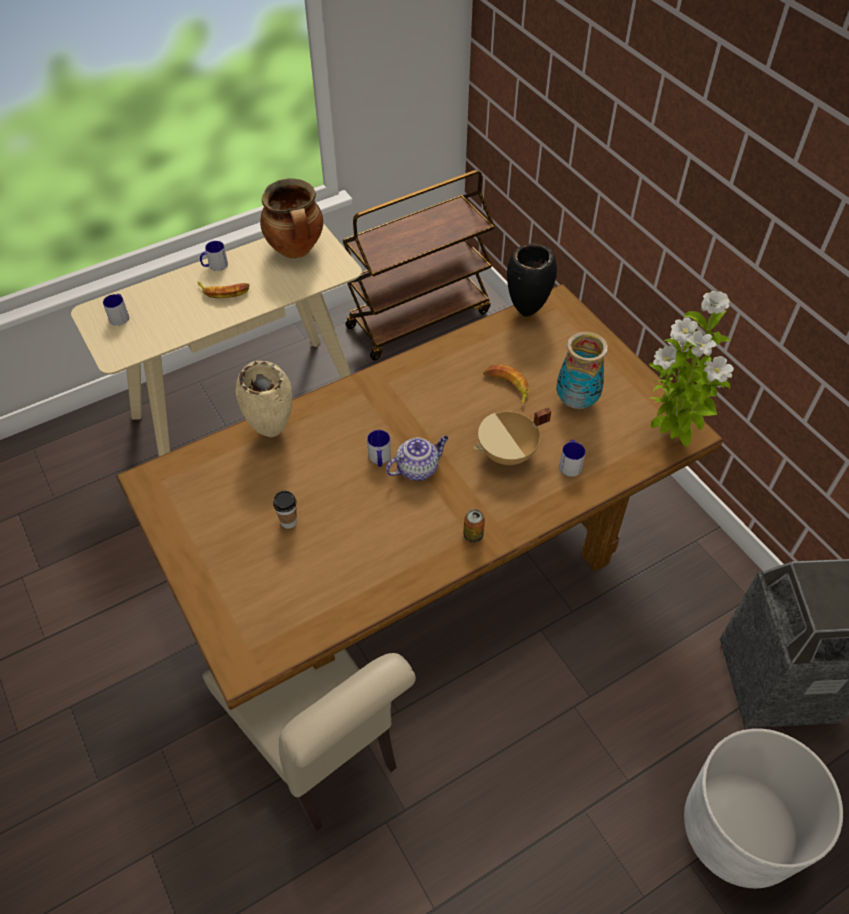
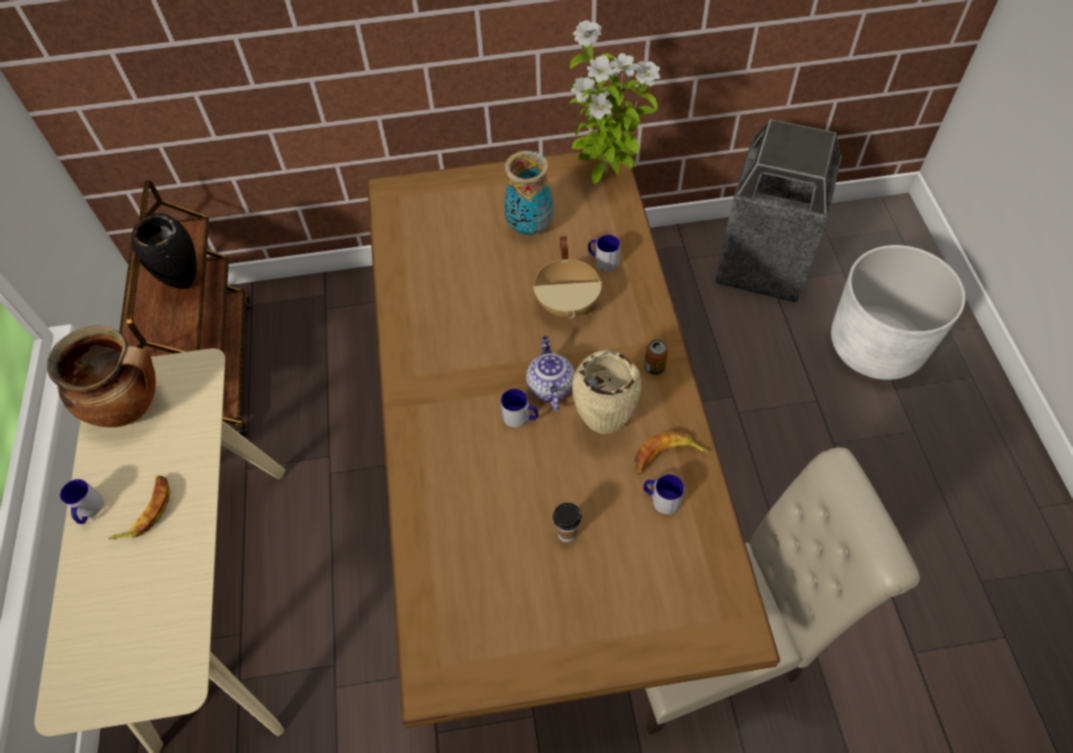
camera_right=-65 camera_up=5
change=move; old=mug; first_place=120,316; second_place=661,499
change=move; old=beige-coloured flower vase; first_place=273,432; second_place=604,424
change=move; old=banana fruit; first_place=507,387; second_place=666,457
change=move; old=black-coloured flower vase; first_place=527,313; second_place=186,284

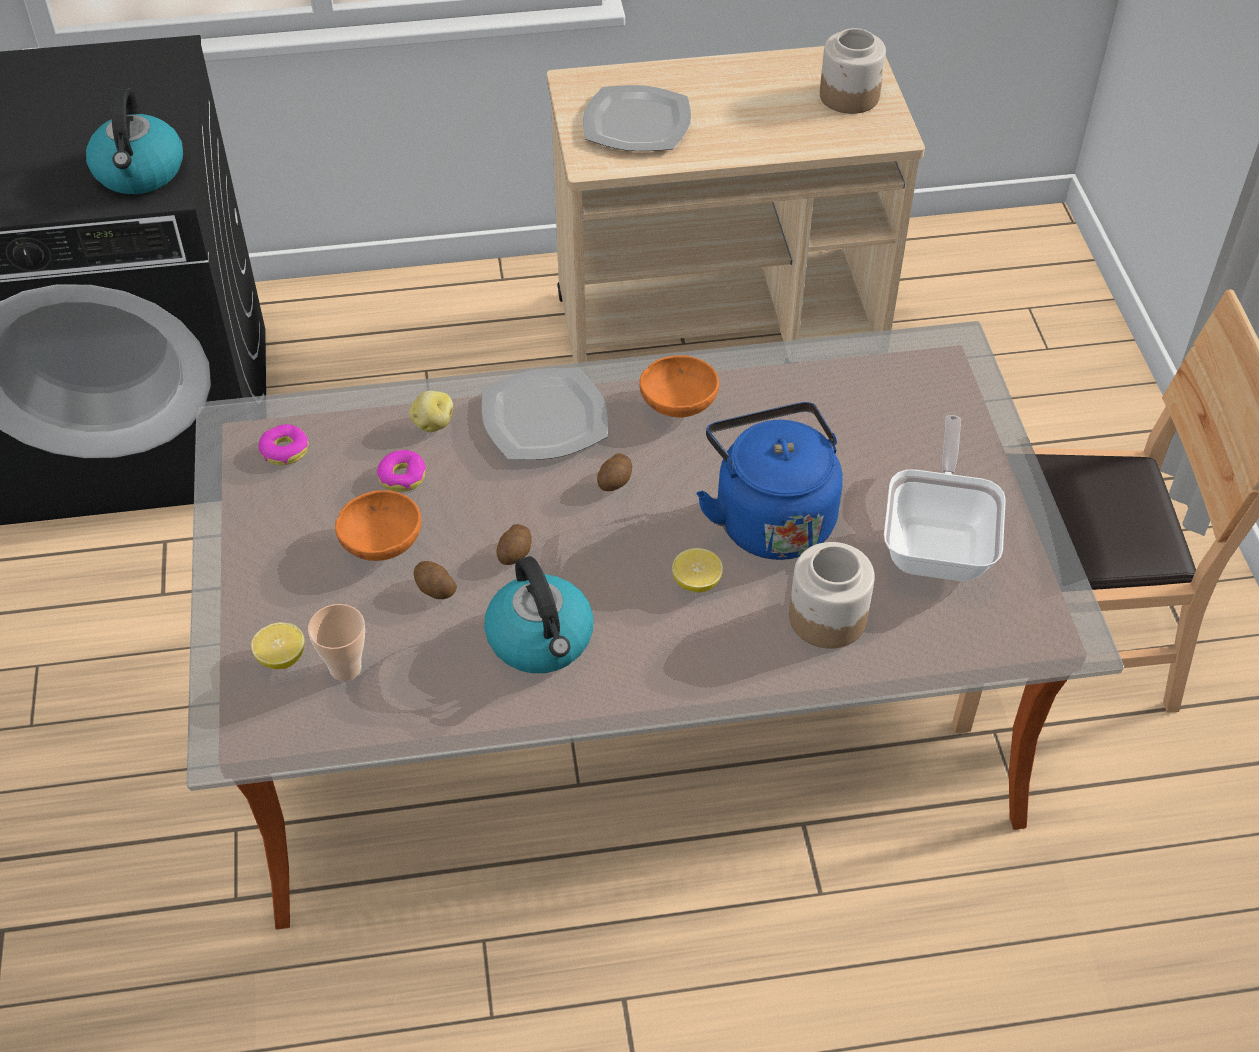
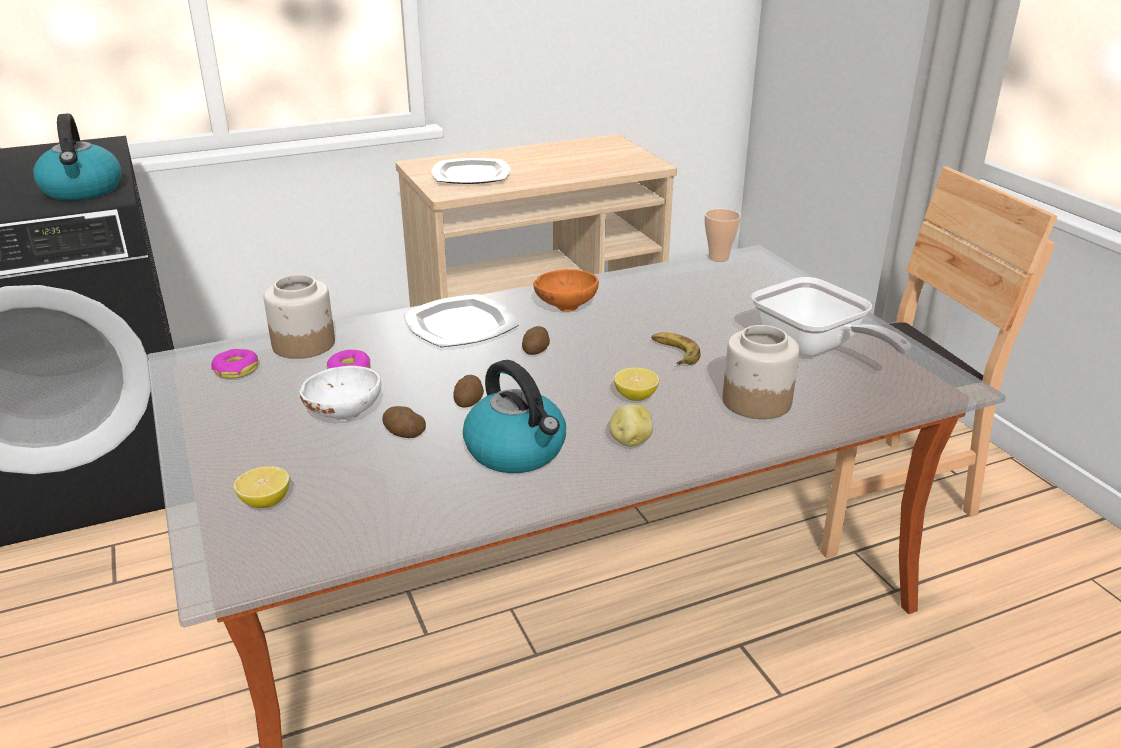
camera_right=-15 camera_up=-20
change=move; old=cup; first_place=345,668; second_place=718,258
change=move; old=whole potato; first_place=432,424; second_place=630,441
change=move; old=storage jar; first_place=850,96; second_place=304,344
change=replace; old=blue water kettle; new=banana fruit; first_place=770,517; second_place=674,353
change=recolor; old=orangey bowl; new=white bowl; first_place=381,543; second_place=343,412
change=rotate; old=skillet; first_place=939,542; second_place=813,349; degrees=150

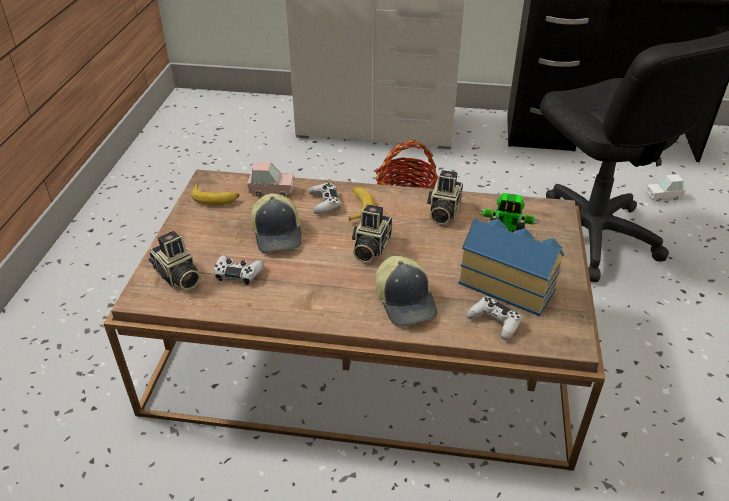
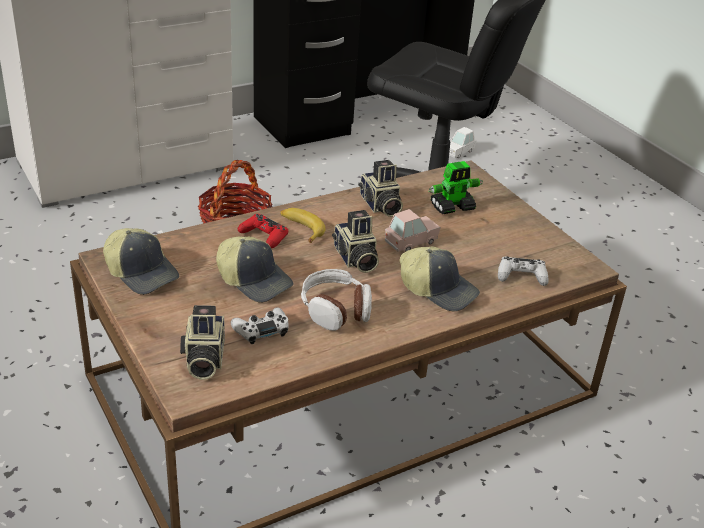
camera_right=-40 camera_up=-5
change=delete; old=miniature house; first_place=507,283
change=insert; new=headphones; second_place=335,309
change=move; old=pinkish model car; first_place=272,190; second_place=411,242
change=replace; old=banana fruit; new=peaked cap; first_place=215,198; second_place=142,273
change=recolor; old=white game controller; new=red game controller; first_place=324,203; second_place=264,236
change=rotate; old=still camera; first_place=177,277; second_place=203,359; degrees=75

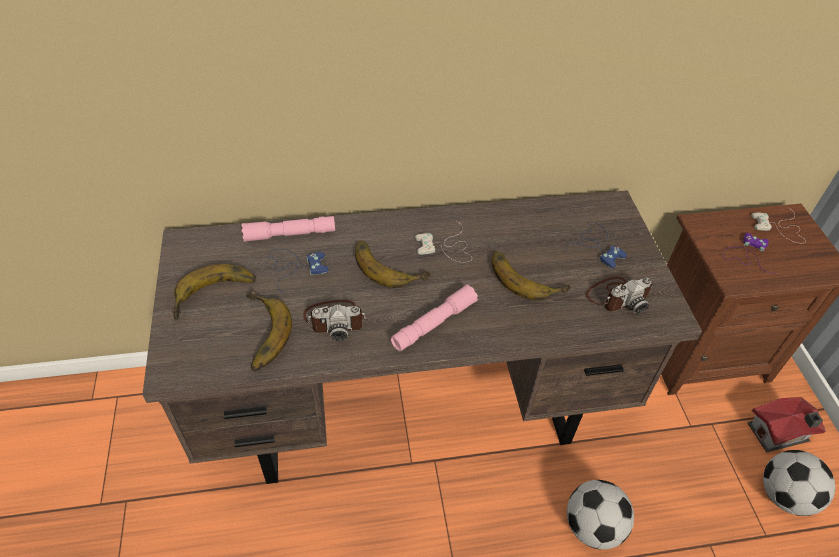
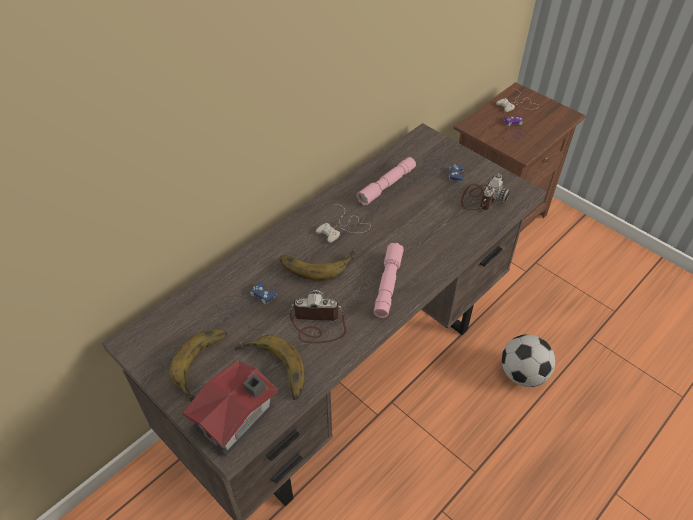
camera_right=-35 camera_up=0
change=delete; old=banana fruit; first_place=526,276
change=delete; old=football ball; first_place=785,496
change=move; old=pinkish flashlight; first_place=290,234; second_place=387,185
change=move; old=miniature house; first_place=779,434; second_place=238,418
change=rotate; old=still camera; first_place=335,319; second_place=317,324; degrees=-135

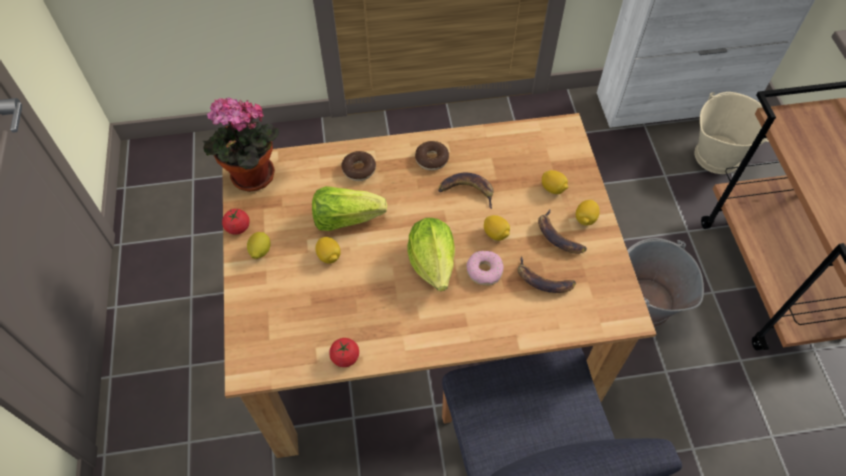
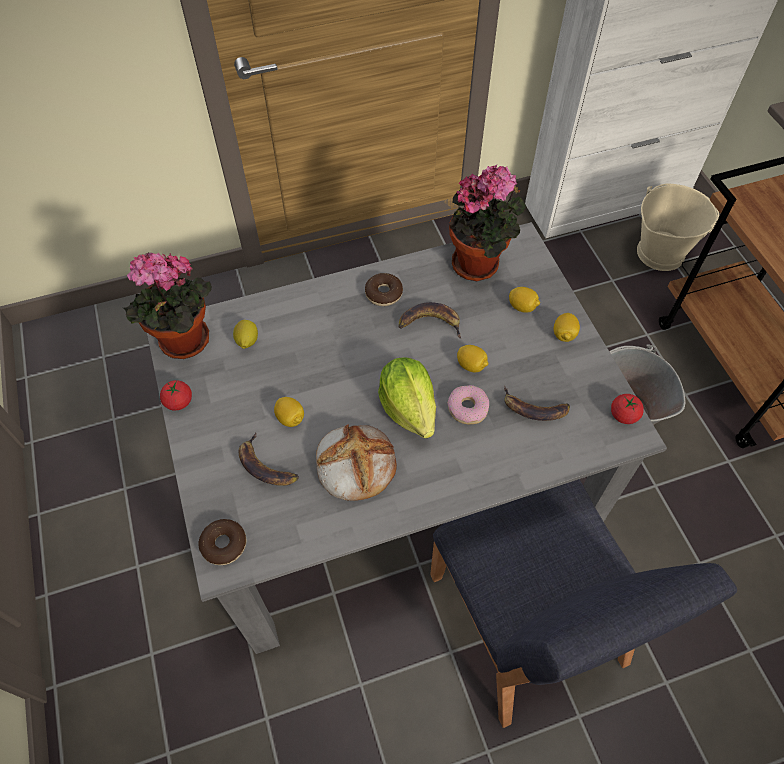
camera_right=-10 camera_up=0
change=delete; old=head of lettuce; first_place=346,218
change=insert; new=bakery bread; second_place=354,464
change=insert; new=houseplant; second_place=479,264
change=move; old=citrus fruit; first_place=260,251; second_place=247,341
change=move; old=fresh tomato; first_place=345,357; second_place=623,415
change=move; old=donut; first_place=359,169; second_place=224,545
change=move; old=banana fruit; first_place=558,236; second_place=265,466
change=recolor; old=brownish kitchen table; new=gray kitchen table; first_place=421,336; second_place=390,490

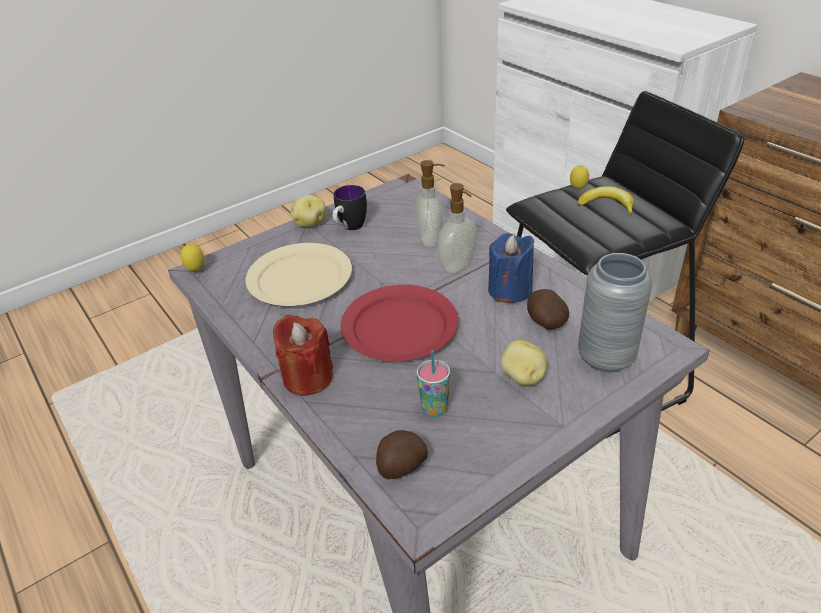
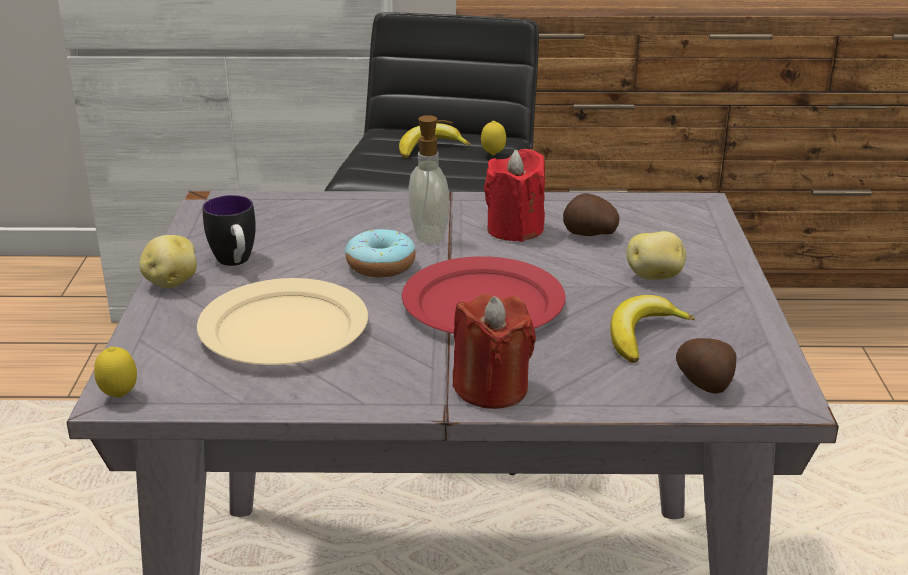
camera_right=-55 camera_up=-10
change=delete; old=liquid soap bottle; first_place=431,240
change=delete; old=gray flower vase; first_place=605,358
change=insert; new=donut; second_place=380,265
change=move; old=citrus fruit; first_place=578,189; second_place=493,155
change=replace; old=cup; new=banana fruit; first_place=434,409; second_place=642,335
change=recolor; old=blue wax light; new=red wax light; first_place=510,290; second_place=515,229

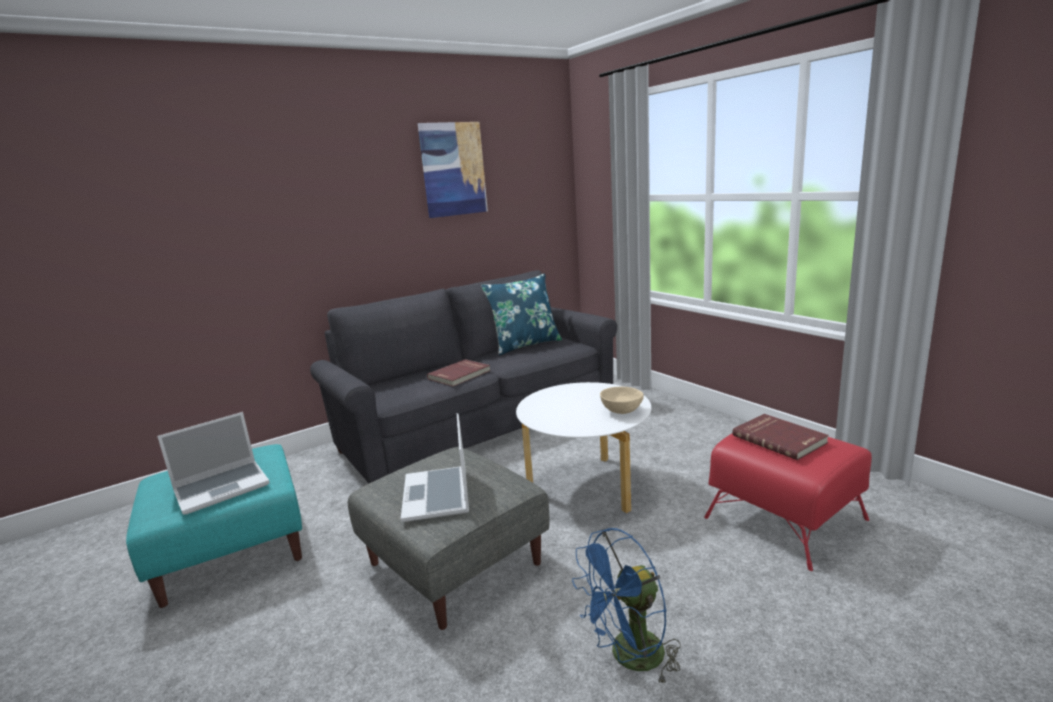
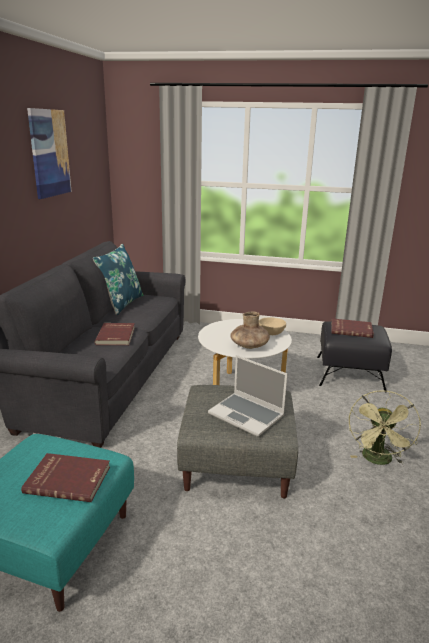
camera_right=-45 camera_up=5
change=insert; new=brownish flower vase; second_place=249,346
change=replace; old=notebook computer; new=red bound book; first_place=223,487; second_place=68,479
change=recolor; old=blue cooling fan; new=green-coloured cooling fan; first_place=629,658; second_place=378,460
change=recolor; old=red footrest; new=black-coloured footrest; first_place=785,519; second_place=350,373

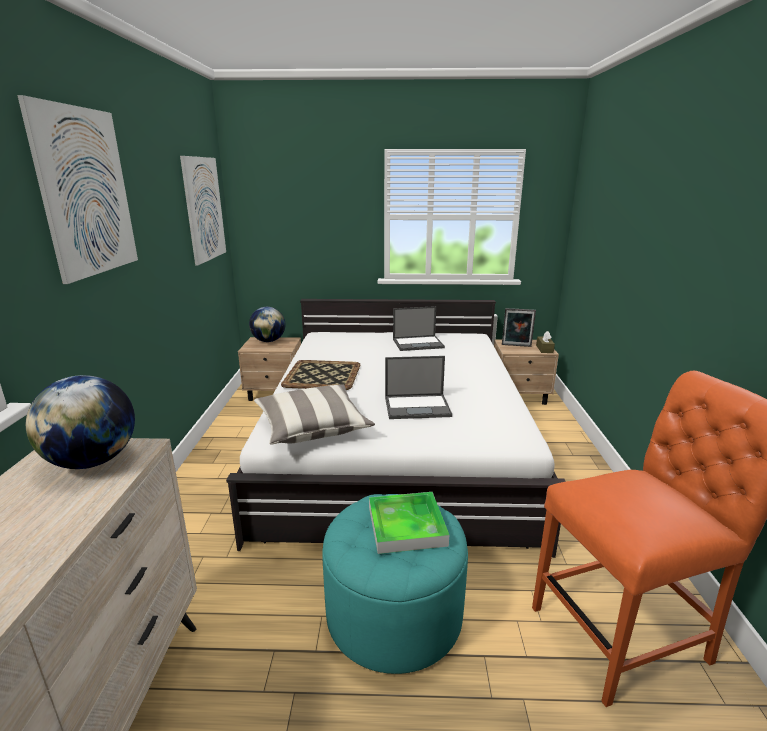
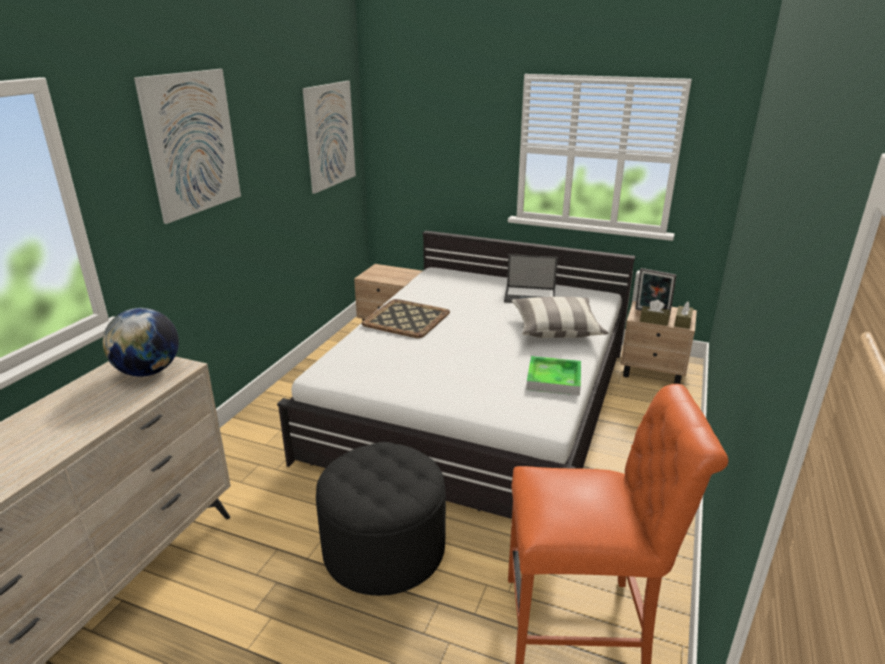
camera_right=20 camera_up=5
change=delete; old=desk globe; first_place=268,341
change=delete; old=notebook computer; first_place=418,406
change=insert; new=brownish box of tissues; second_place=654,321
change=move; old=throw pillow; first_place=312,427; second_place=556,329
change=move; old=carrying tray; first_place=406,526; second_place=553,379
change=recolor; old=turquoise-coloured footrest; new=black-coloured footrest; first_place=394,613; second_place=384,548

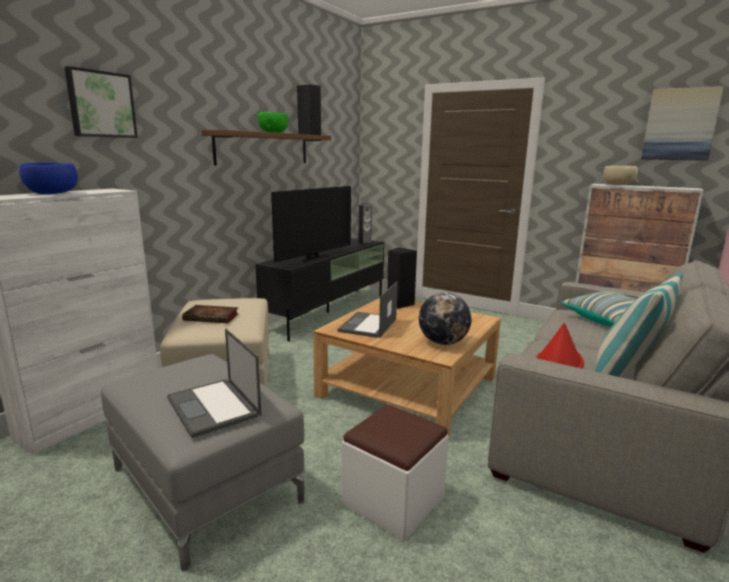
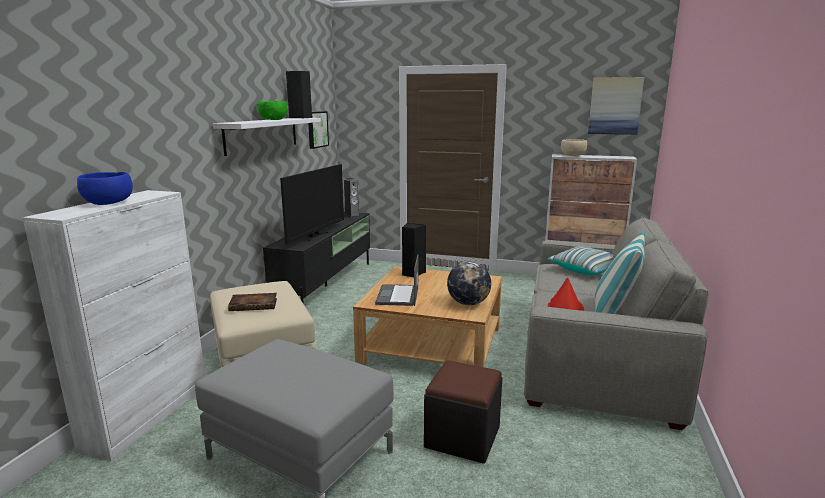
camera_right=-15 camera_up=0
change=delete; old=notebook computer; first_place=214,407
change=move; old=wall art; first_place=101,104; second_place=316,129
change=recolor; old=brownish shelf; new=white shelf; first_place=263,148; second_place=262,134
change=recolor; old=white footrest; new=black-coloured footrest; first_place=393,500; second_place=462,437

